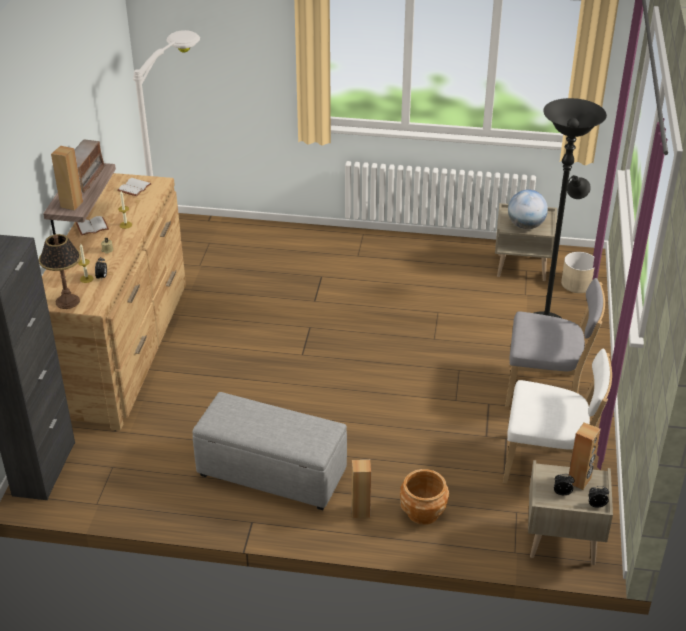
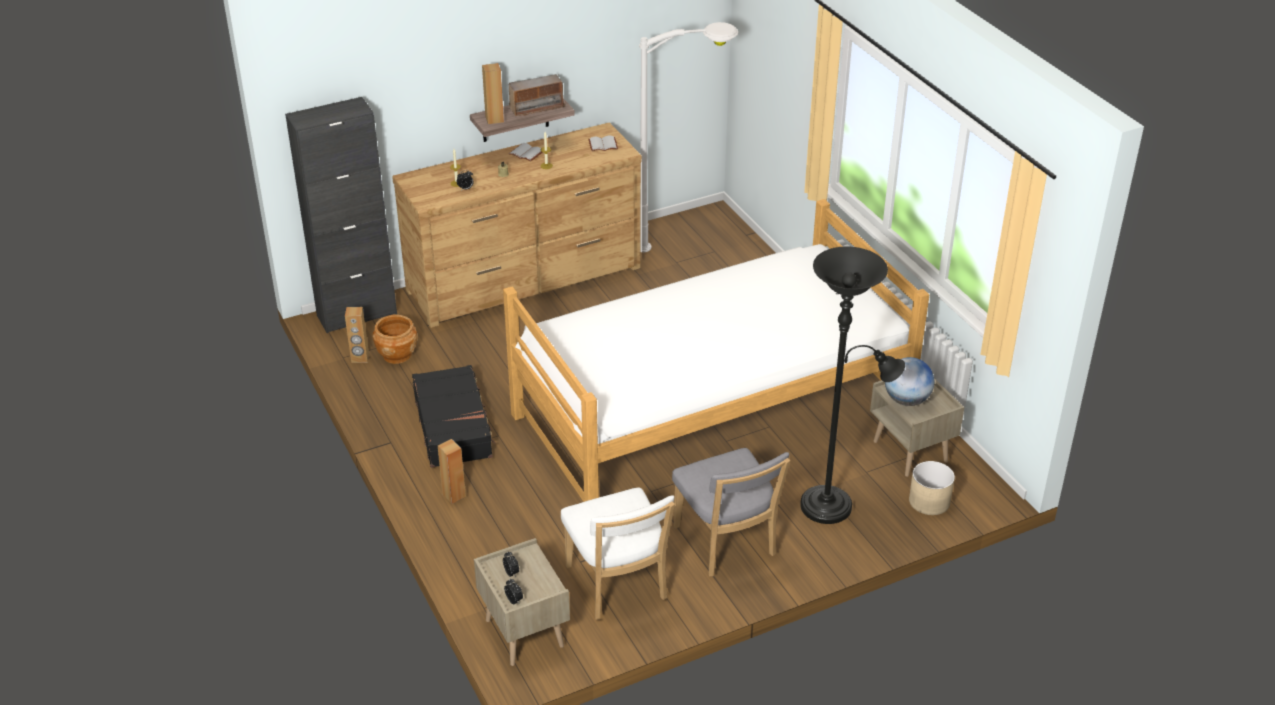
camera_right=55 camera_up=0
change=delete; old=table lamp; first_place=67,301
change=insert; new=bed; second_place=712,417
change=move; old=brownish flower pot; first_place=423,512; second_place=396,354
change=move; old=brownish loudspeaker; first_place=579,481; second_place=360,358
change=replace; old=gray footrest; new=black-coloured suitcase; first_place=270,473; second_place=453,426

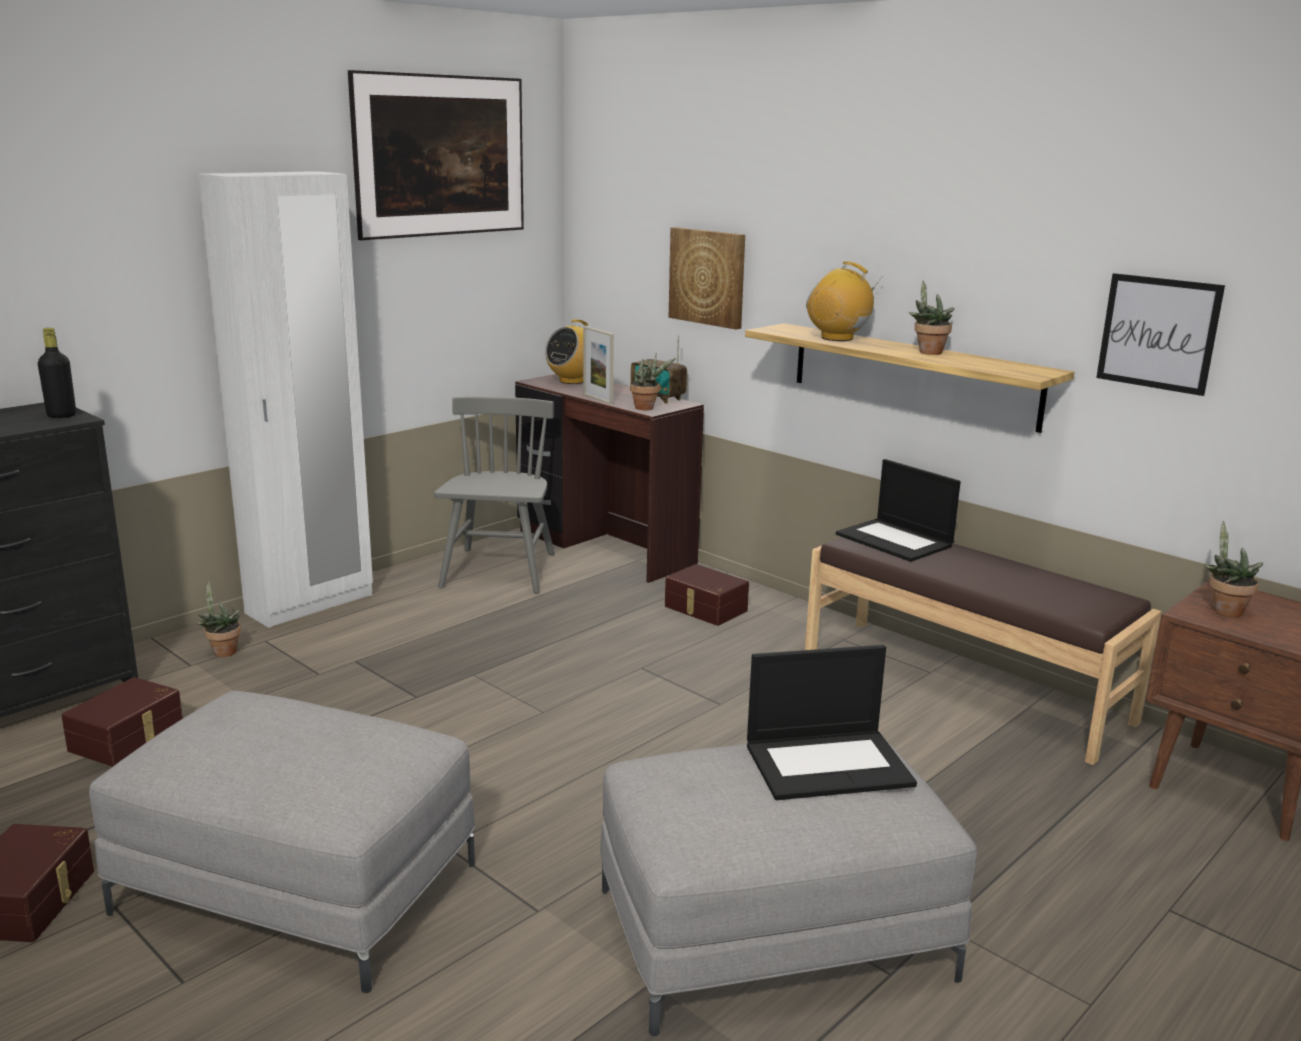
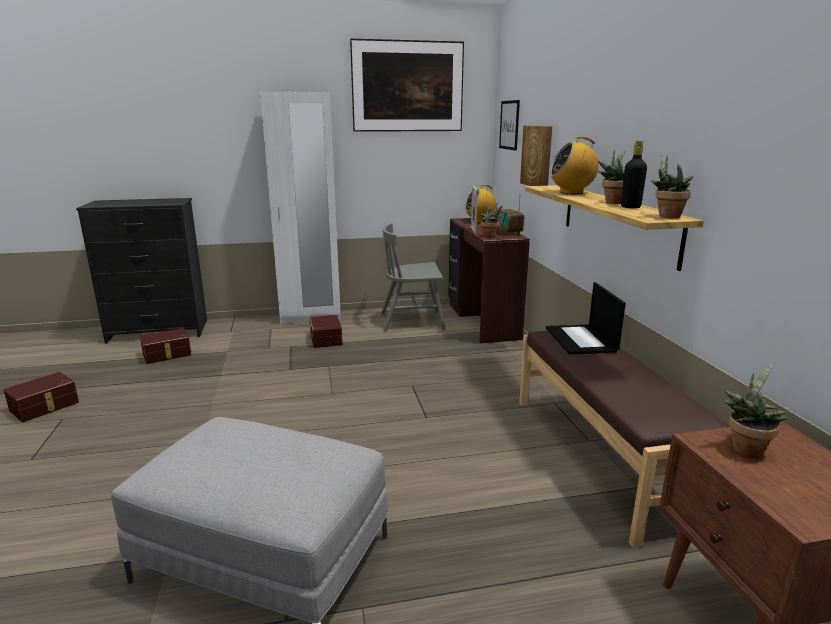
camera_right=35 camera_up=0
change=delete; old=gray footrest; first_place=299,886
change=delete; old=notebook computer; first_place=829,764
change=move; old=black-coloured beverage bottle; first_place=61,416; second_place=630,207
change=move; old=houseplant; first_place=222,651; second_place=666,216
change=move; old=brownish storage bin; first_place=704,609; second_place=325,339
change=move; old=wall art; first_place=1158,333; second_place=509,125
change=rotate; old=gray plain chair; first_place=499,571; second_place=412,321; degrees=-135
change=rotate; old=radio set; first_place=837,338; second_place=572,192; degrees=-75

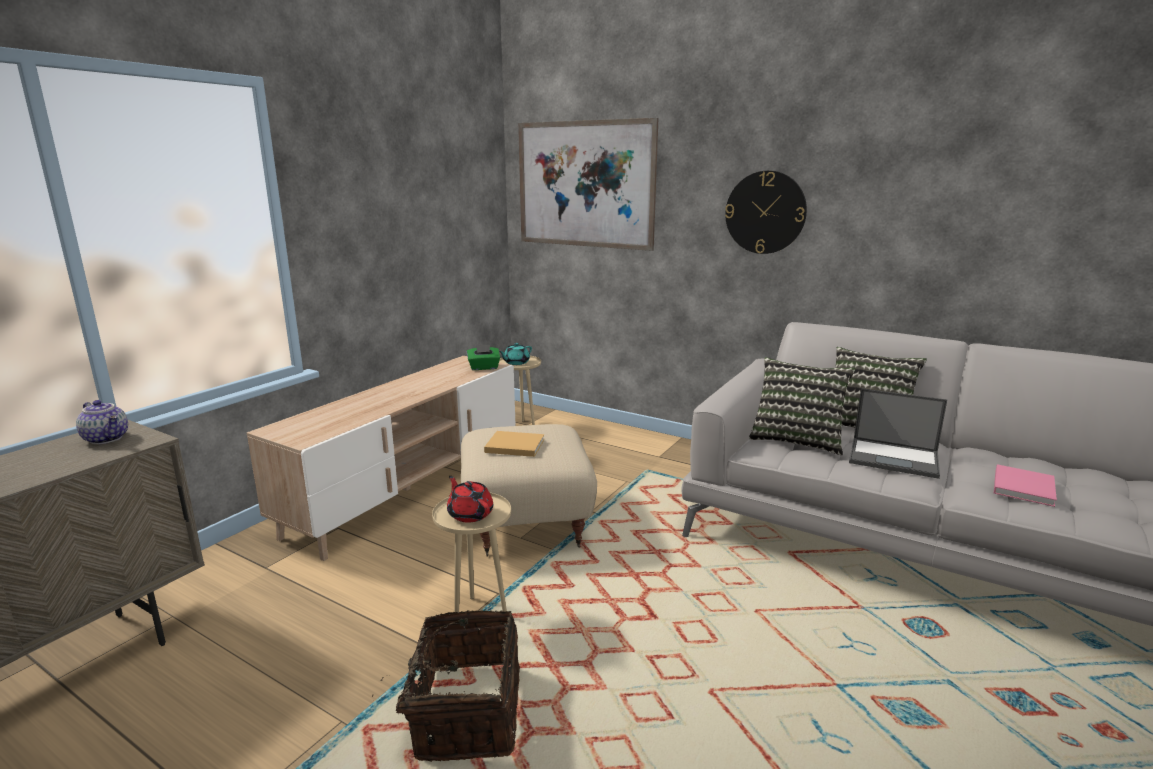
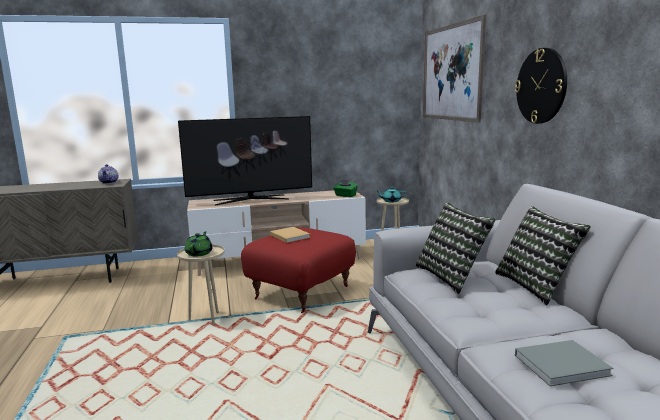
camera_right=45 camera_up=-5
change=delete; old=household basket; first_place=465,712
change=delete; old=notebook computer; first_place=895,458
change=insert; new=TV; second_place=250,200
change=recolor; old=red teapot; new=green-coloured teapot; first_place=470,514; second_place=199,253
change=recolor; old=beige-coloured footrest; new=red footrest; first_place=527,522; second_place=302,292
change=recolor; old=pinkish bound book; new=gray bound book; first_place=1023,486; second_place=563,365

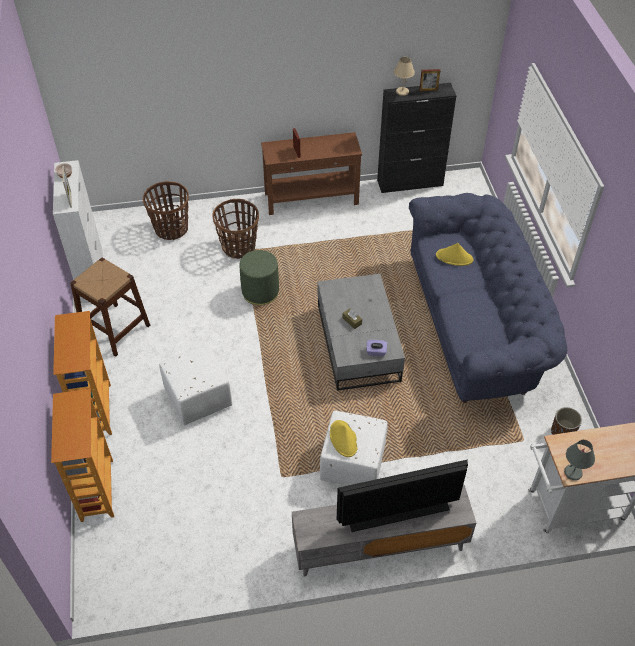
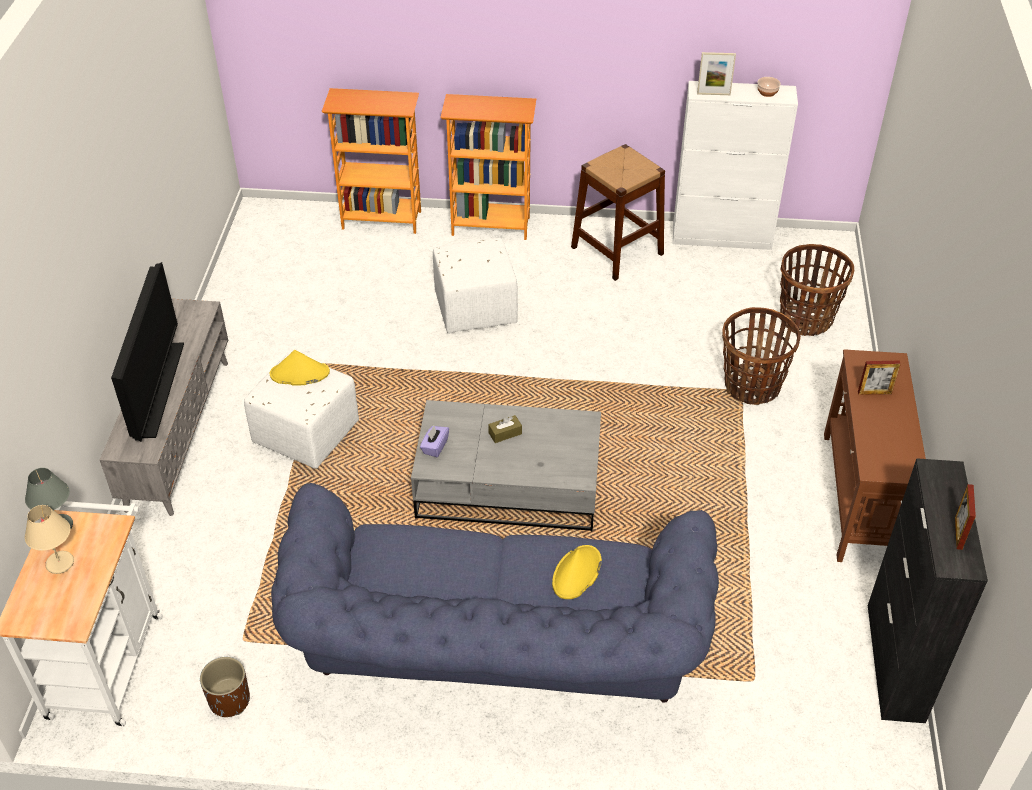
camera_right=105 camera_up=-5
change=delete; old=green-coloured footrest; first_place=260,291
change=move; old=beige-coloured table lamp; first_place=402,92; second_place=59,563

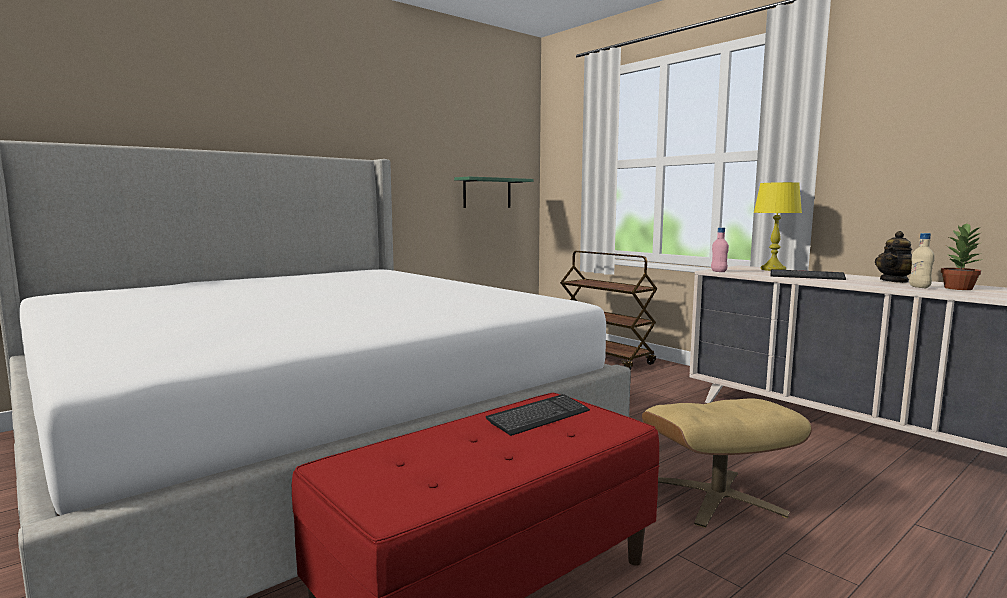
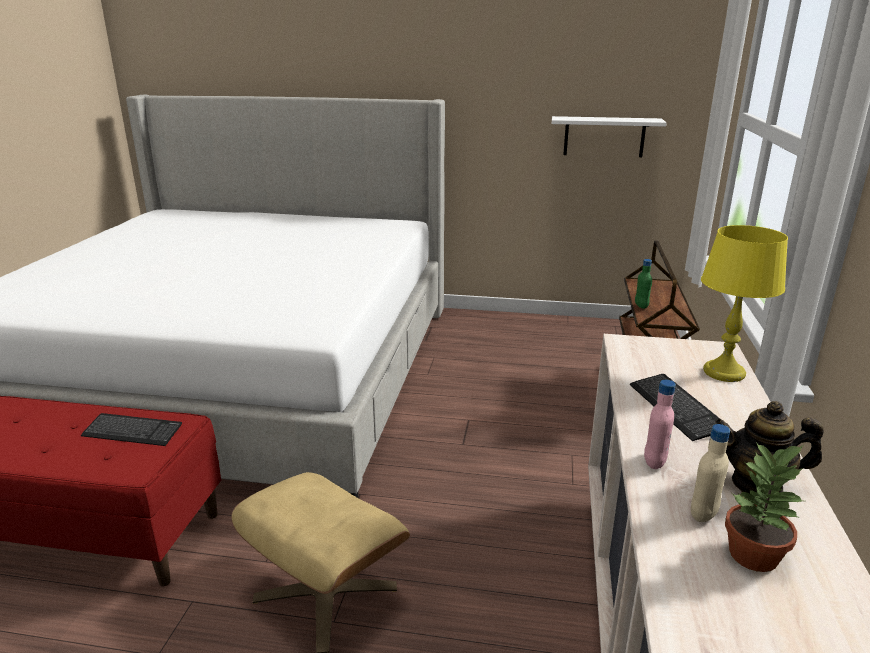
camera_right=50 camera_up=15
change=insert; new=green-coloured beverage bottle; second_place=641,306
change=move; old=pinkish beverage bottle; first_place=718,271; second_place=654,461
change=recolor; old=green-coloured shelf; new=white shelf; first_place=487,193; second_place=604,136

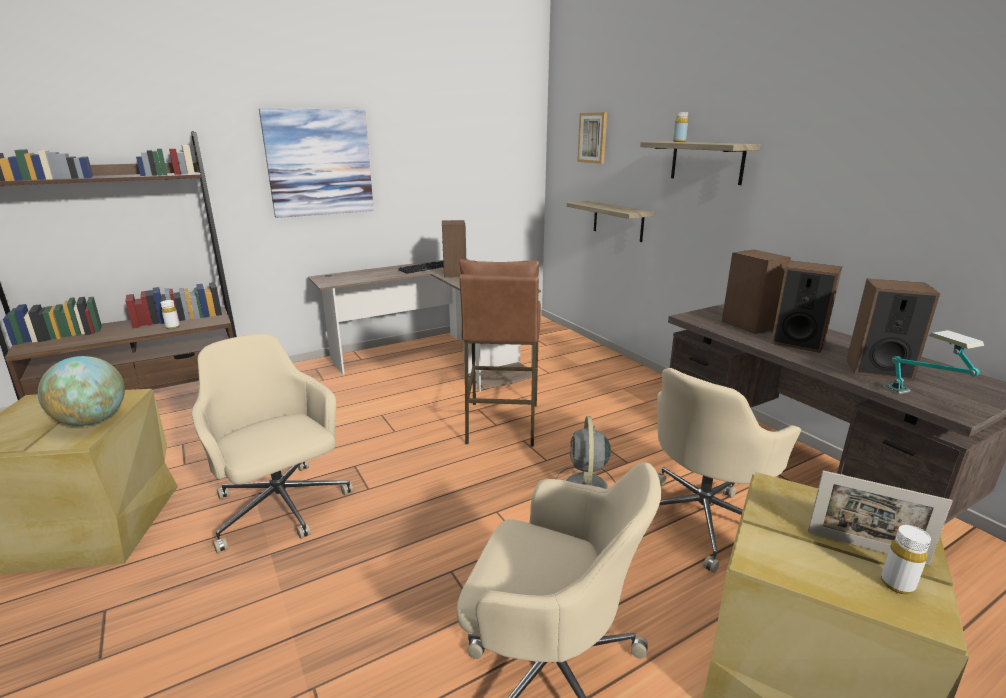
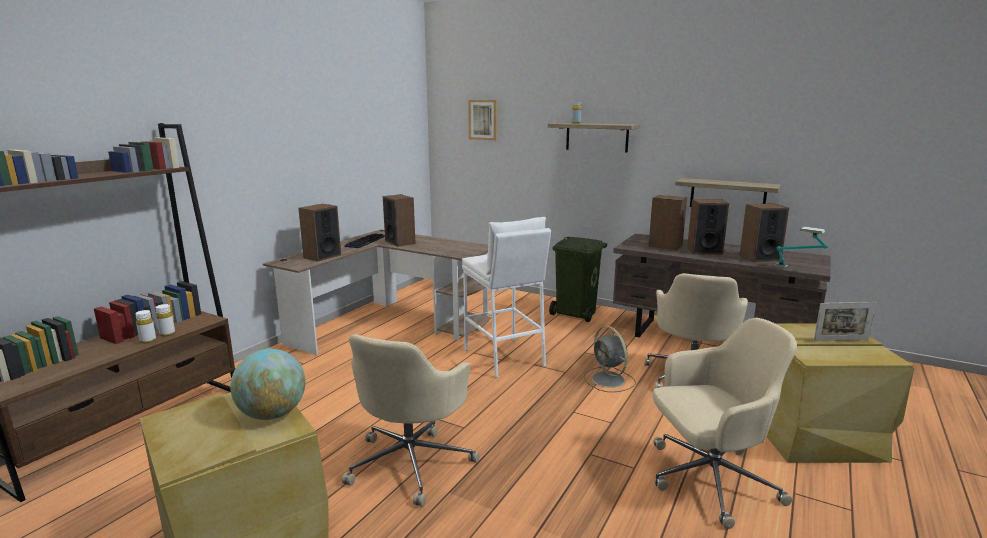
camera_right=-30 camera_up=-5
change=delete; old=wall art; first_place=319,163
change=insert; new=loudspeaker; second_place=322,256
change=insert; new=green-coloured trash can; second_place=576,313
change=move; old=shelf; first_place=618,221; second_place=727,195
change=move; old=white beverage bottle; first_place=897,584; second_place=148,340
change=recolor; old=brownish sitting stool; new=white sitting stool; first_place=501,423; second_place=504,357
change=rotate; old=beige-coloured desk chair; first_place=281,508; second_place=411,462; degrees=-90

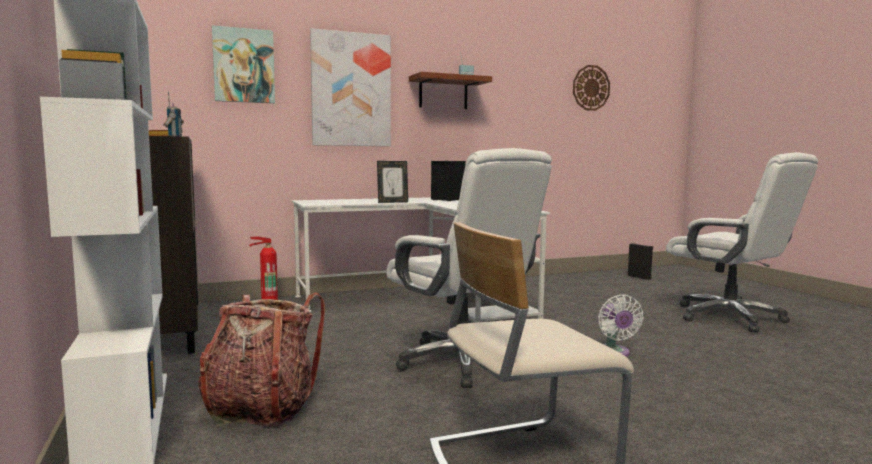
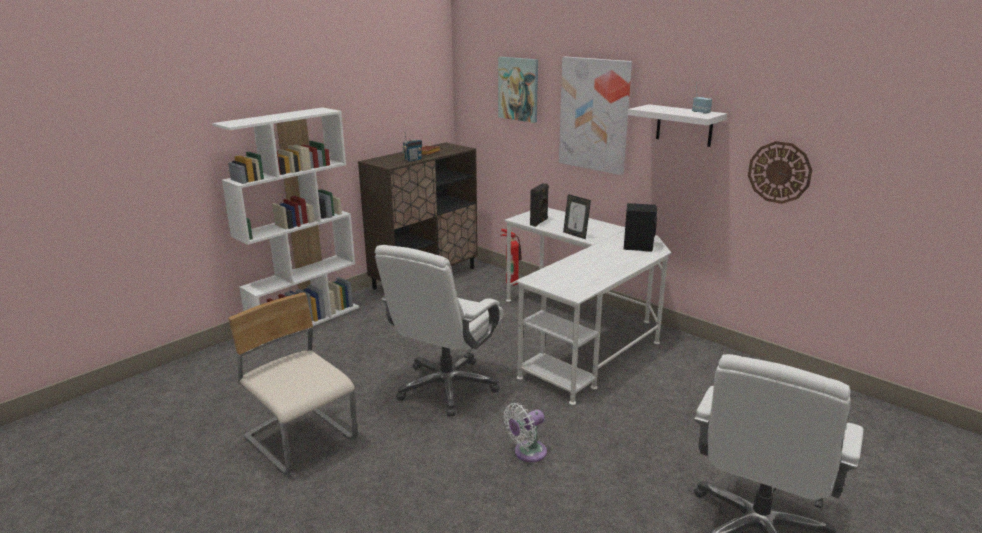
camera_right=65 camera_up=15
change=delete; old=knapsack; first_place=261,408
change=move; old=hanging clock; first_place=591,88; second_place=779,172
change=move; old=black-coloured loudspeaker; first_place=639,277; second_place=539,222
change=recolor; old=brownish shelf; new=white shelf; first_place=443,93; second_place=684,125

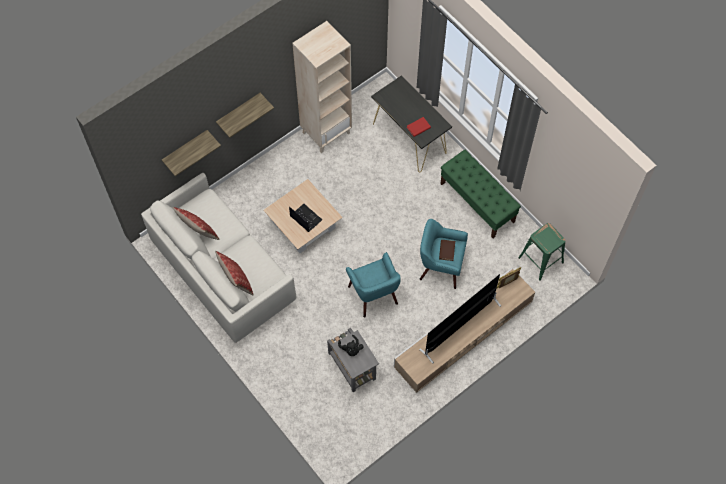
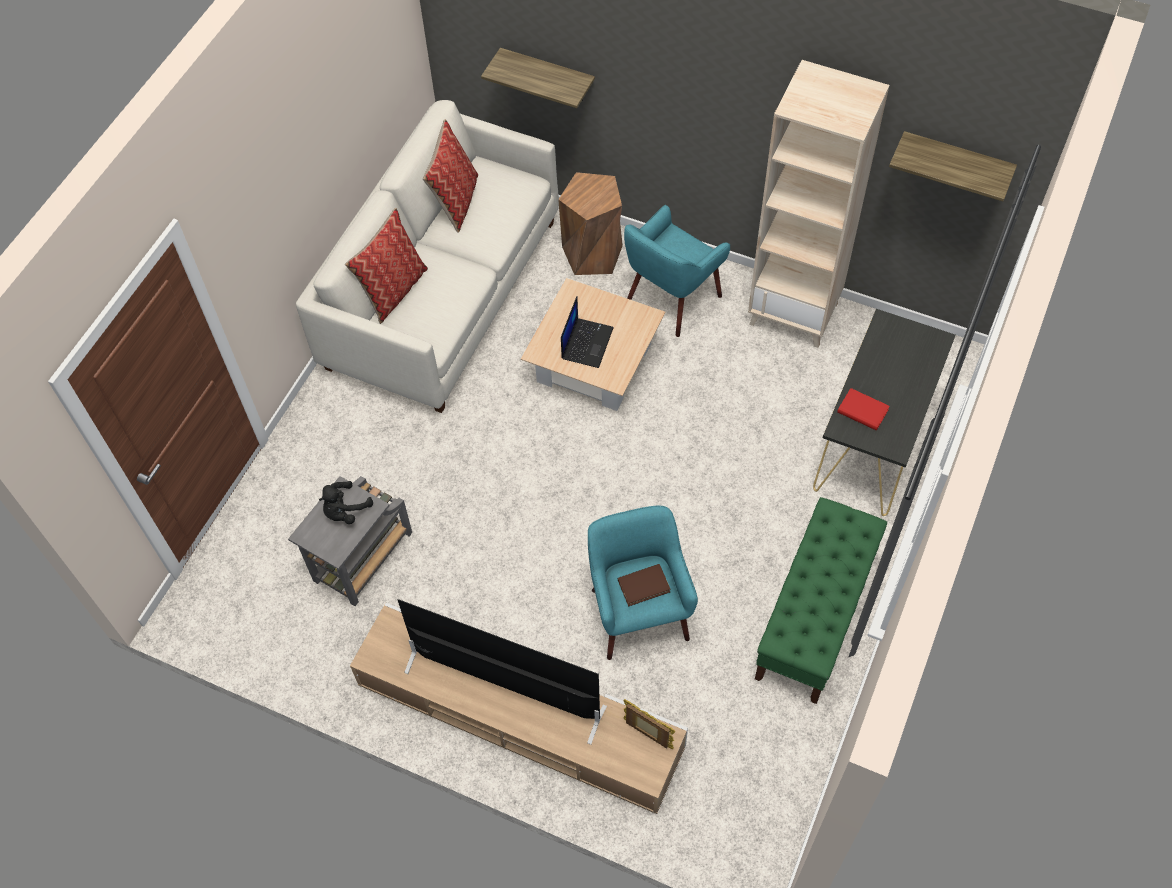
camera_right=65 camera_up=-5
change=delete; old=green-coloured sitting stool; first_place=540,260
change=insert; new=brownish sitting stool; second_place=592,254
change=move; old=shelf; first_place=239,112; second_place=955,162
change=move; old=turquoise-coloured easy chair; first_place=373,295; second_place=671,299

